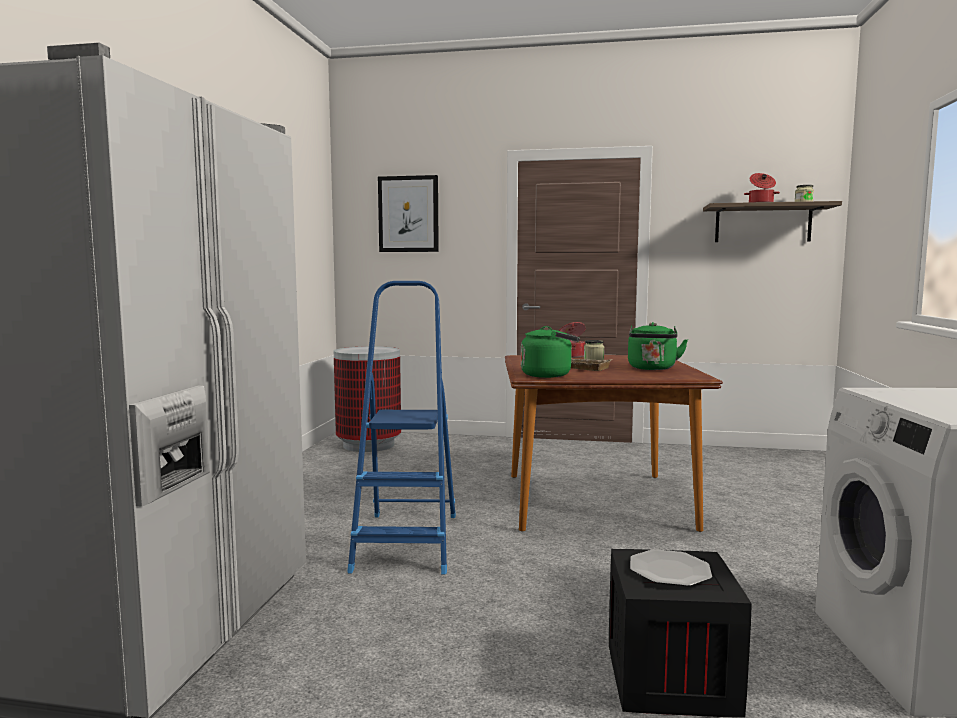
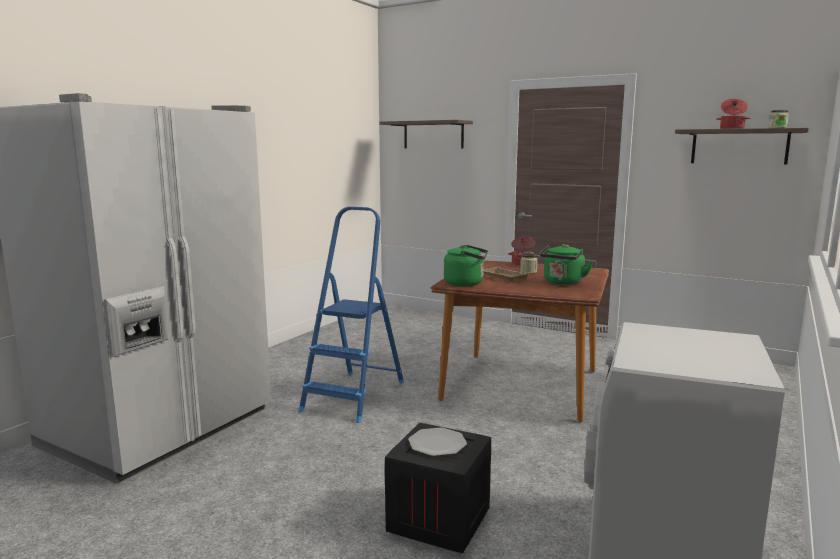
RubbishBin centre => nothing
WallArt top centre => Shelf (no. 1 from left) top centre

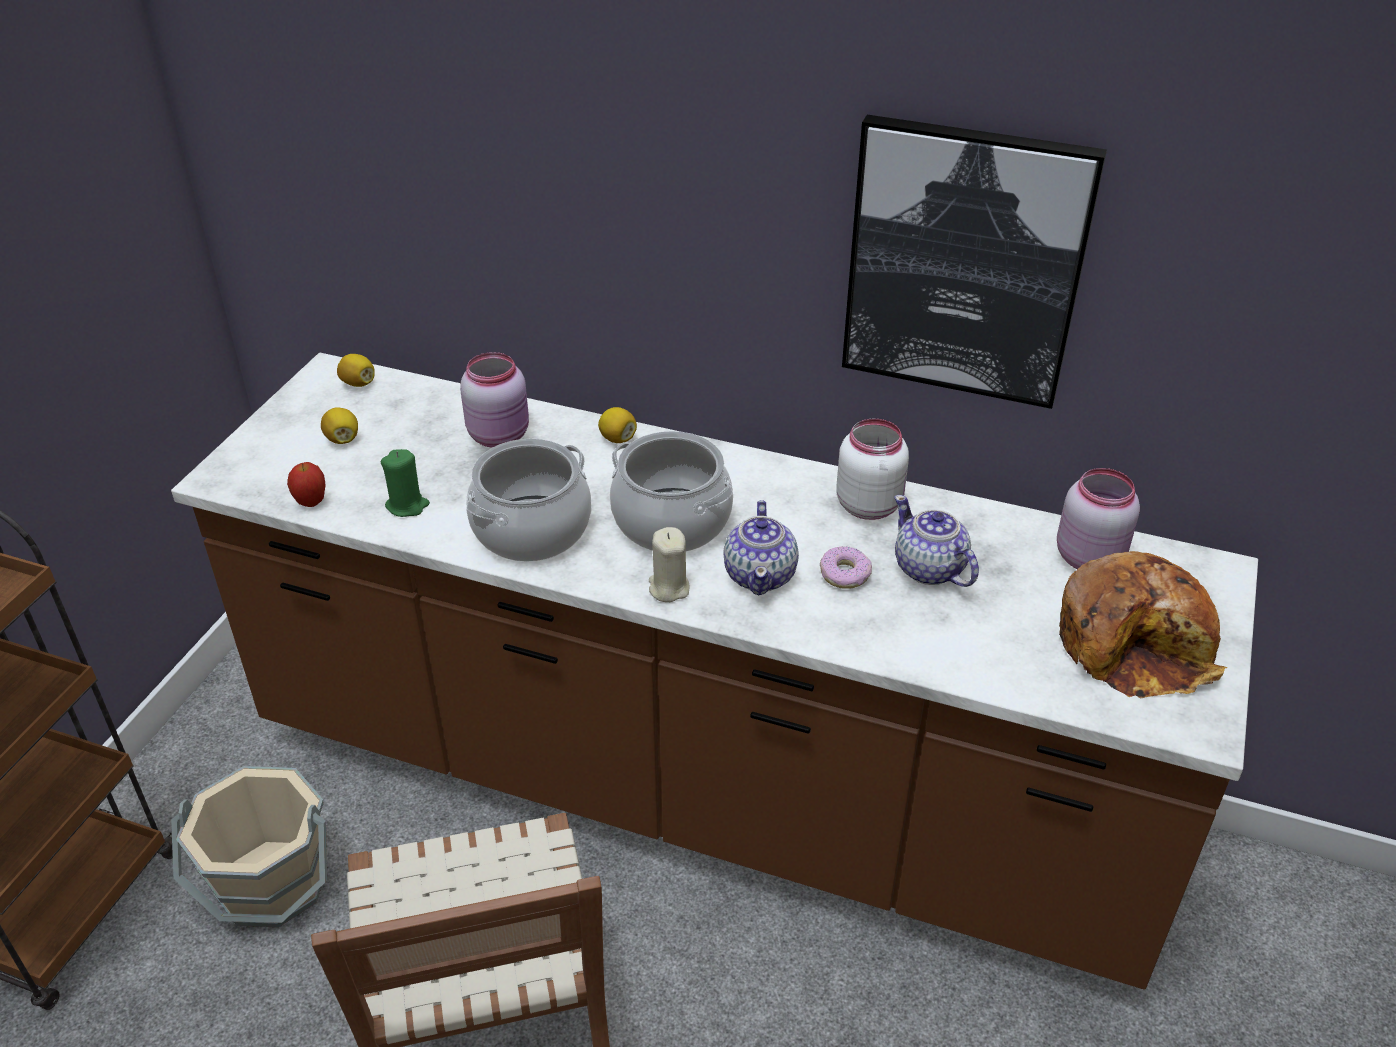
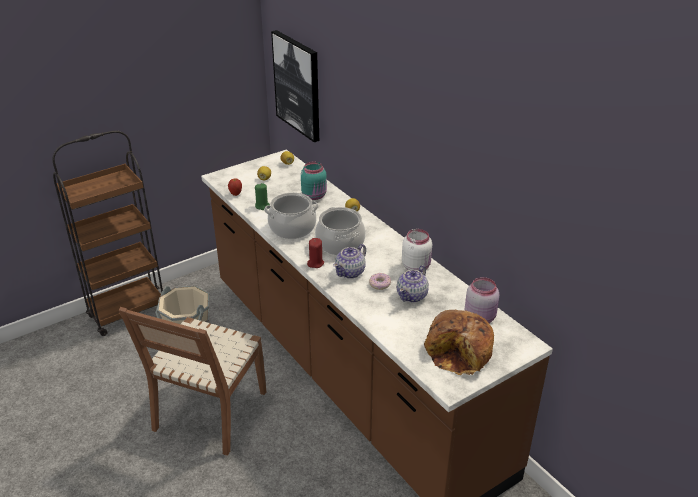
WallArt top right => WallArt top centre, relocated
PinkColouredStorageJar (no. 1 from left) centre => TurquoiseColouredStorageJar centre
BeigeColouredCandle centre => ReddishCandle centre
Teapot (no. 2 from left) middle right => Teapot (no. 2 from left) centre, 150 degrees counterclockwise

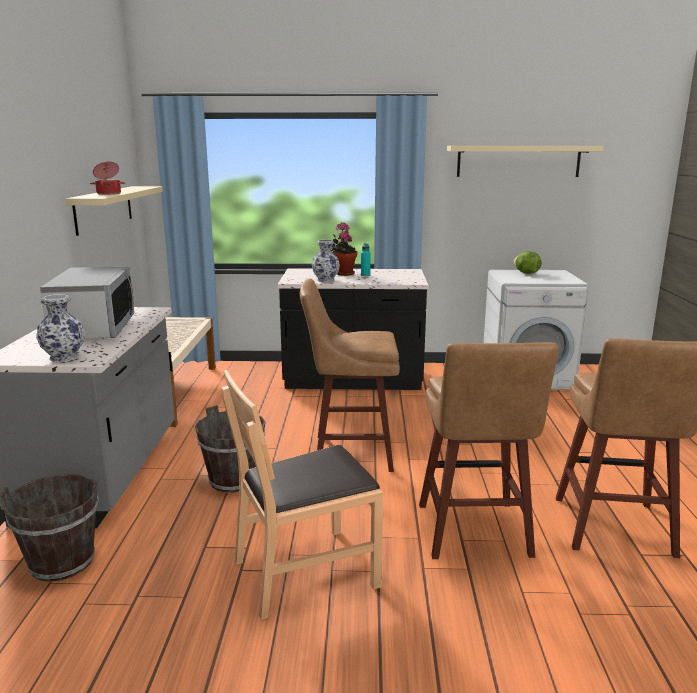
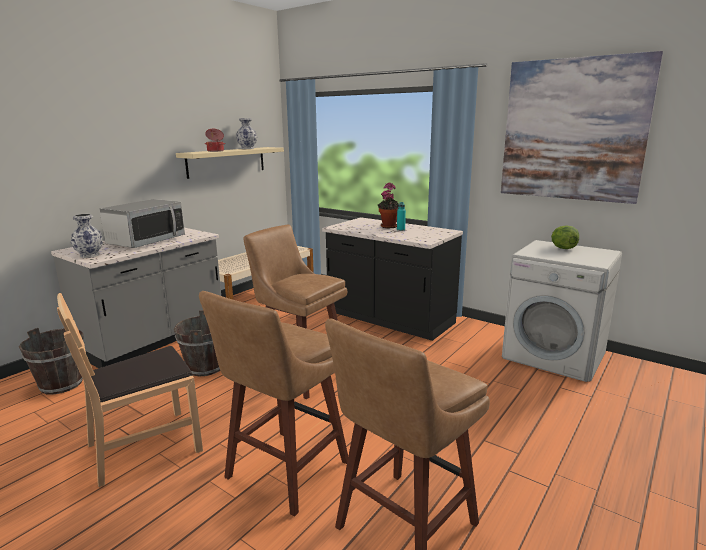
FlowerVase (no. 2 from left) centre => FlowerVase (no. 2 from left) top centre, relocated
BeigeColouredShelf (no. 2 from left) top right => WallArt top right
BrownishChair bottom centre => BrownishChair bottom left, 45 degrees counterclockwise

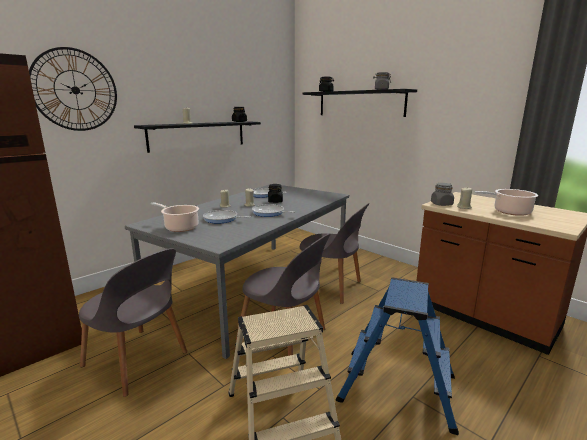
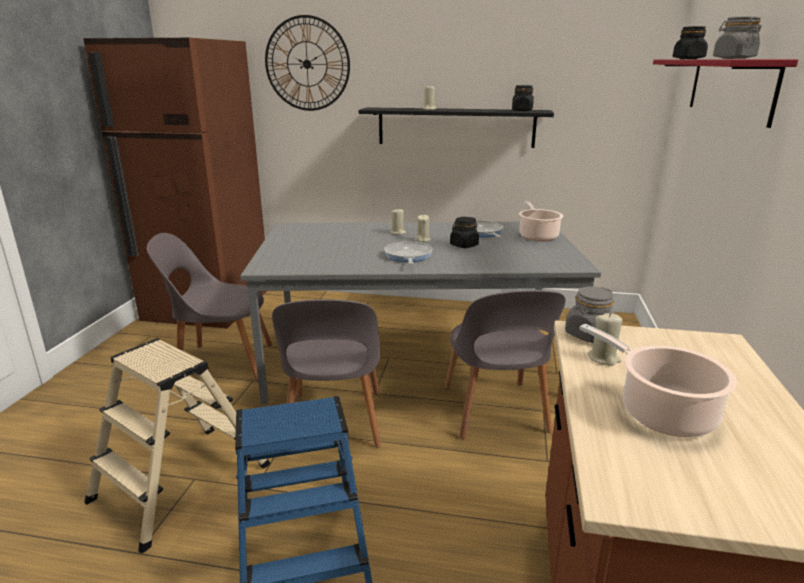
Skillet (no. 1 from left) centre => nothing
CookingPot (no. 1 from left) middle left => CookingPot (no. 1 from left) middle right, relocated
BlackColouredShelf (no. 2 from left) top centre => ReddishShelf top right
GrayChair (no. 1 from left) bottom left => GrayChair (no. 1 from left) middle left, 90 degrees clockwise

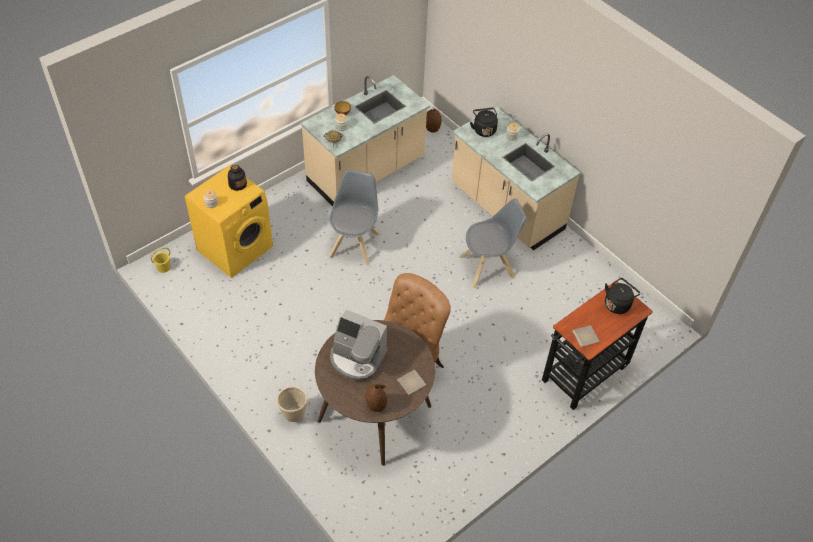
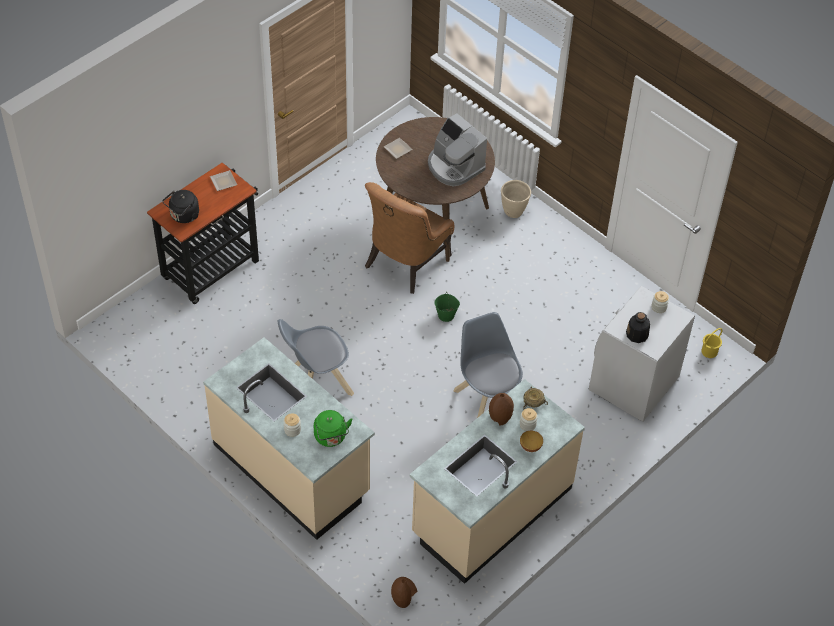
nothing => GreenColouredBucket centre
BrownishFlowerVase (no. 1 from left in the first image) bottom centre => BrownishFlowerVase (no. 2 from left) centre, relocated
YellowishLaundryAppliance middle left => WhiteLaundryAppliance middle right
BlackColouredTeaKettle (no. 1 from left) top centre => GreenColouredTeaKettle bottom centre
GrayChair (no. 1 from left in the first image) centre => GrayChair (no. 2 from left) centre, 150 degrees clockwise
CoffeeMachine centre => CoffeeMachine top centre, 150 degrees counterclockwise

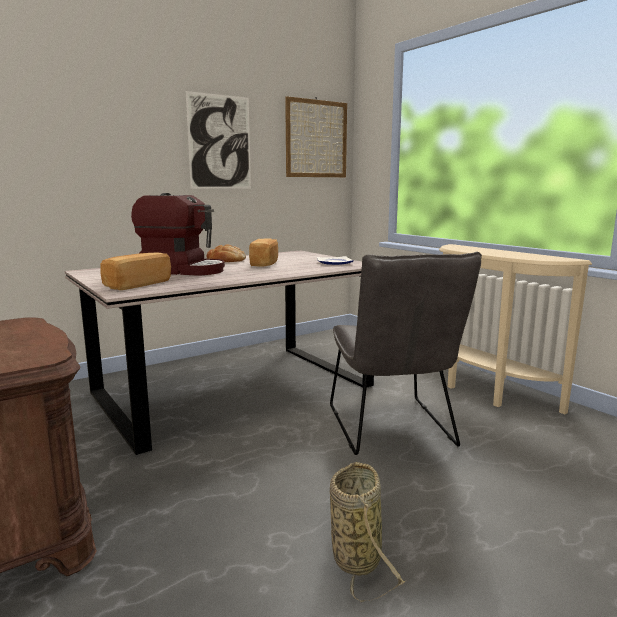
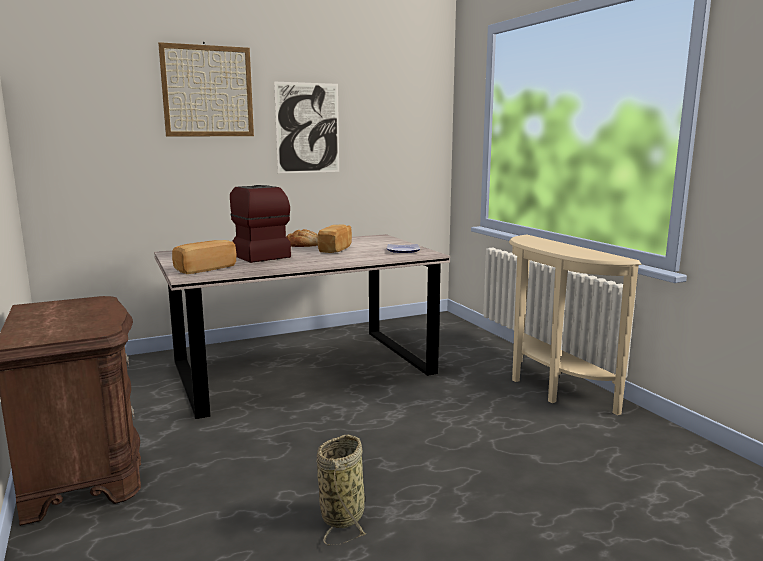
GrayChair centre => nothing
WallArt (no. 2 from left in the first image) top centre => WallArt (no. 1 from left) top left, relocated
CoffeeMachine middle left => CoffeeMachine centre, 150 degrees counterclockwise

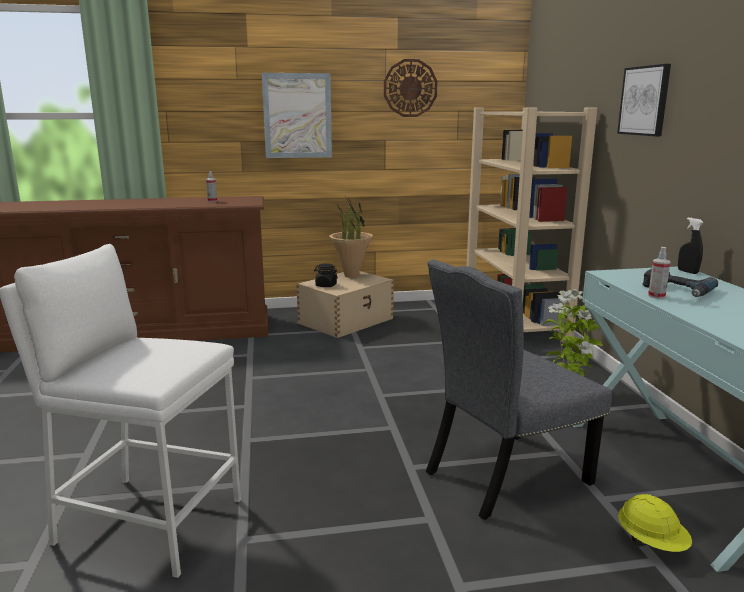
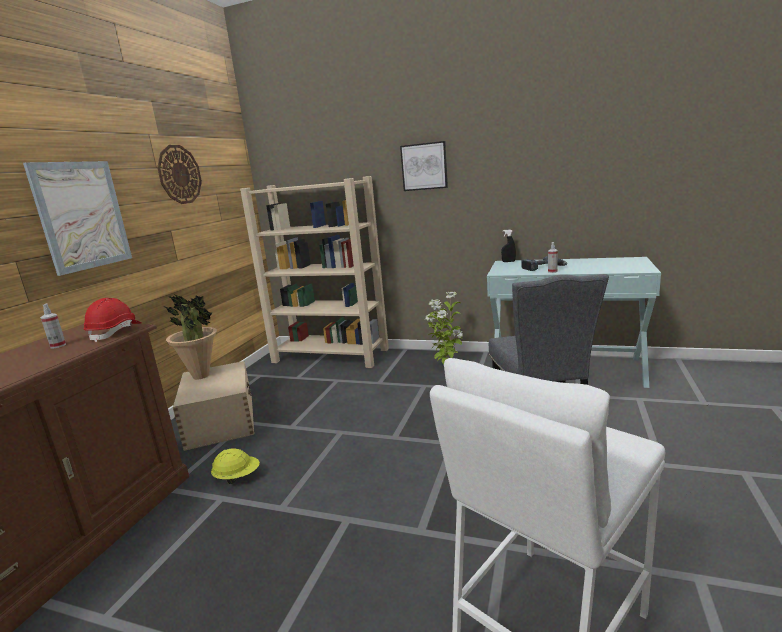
BlackColouredStorageJar centre => nothing
nothing => ReddishWorkHelmet middle left
YellowishWorkHelmet bottom right => YellowishWorkHelmet bottom left, relocated

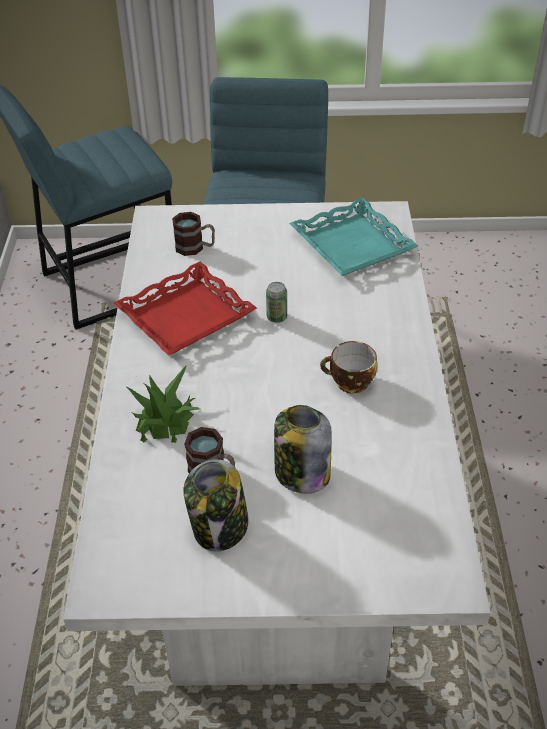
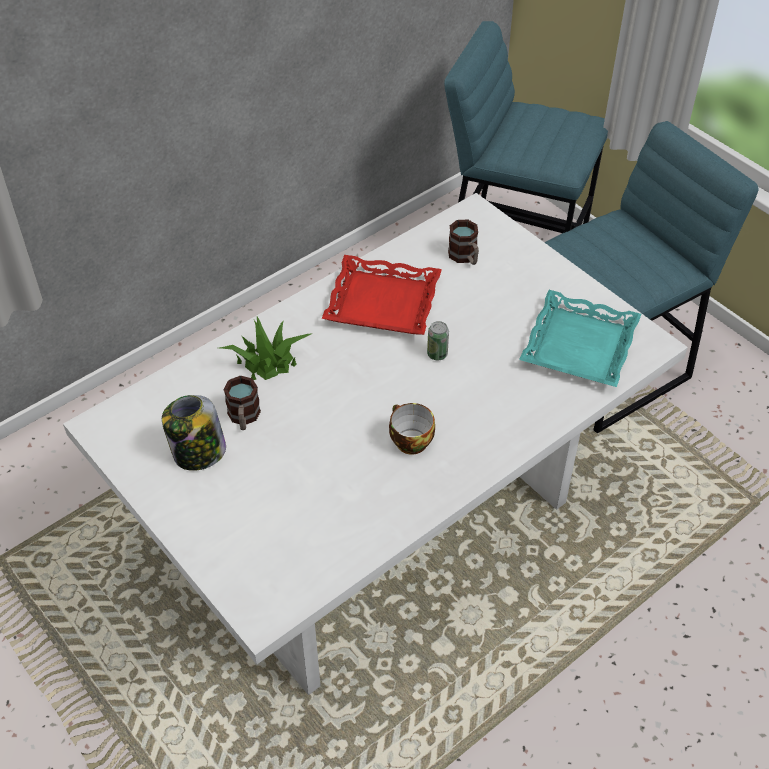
StorageJar (no. 2 from left) centre => nothing

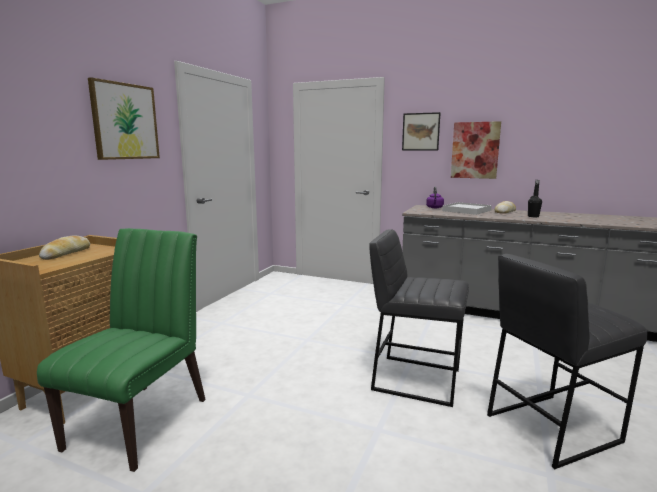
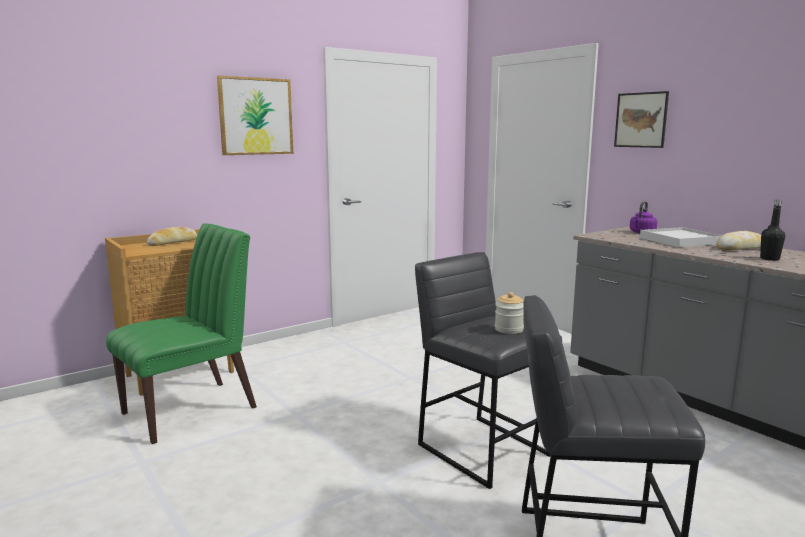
WallArt (no. 3 from left) top right => nothing
nothing => StorageJar centre

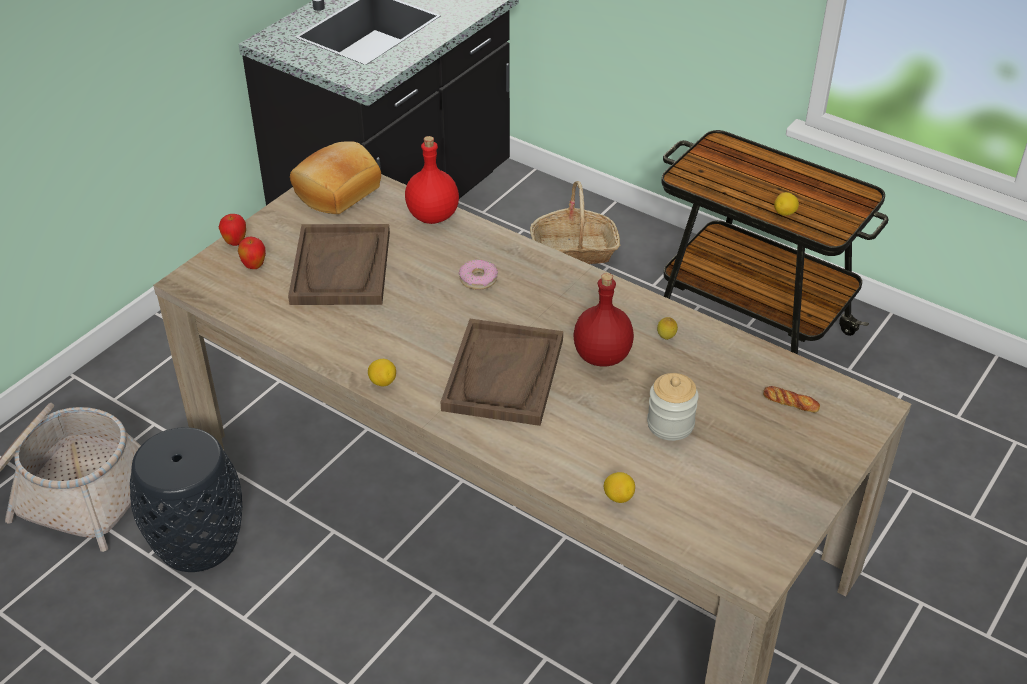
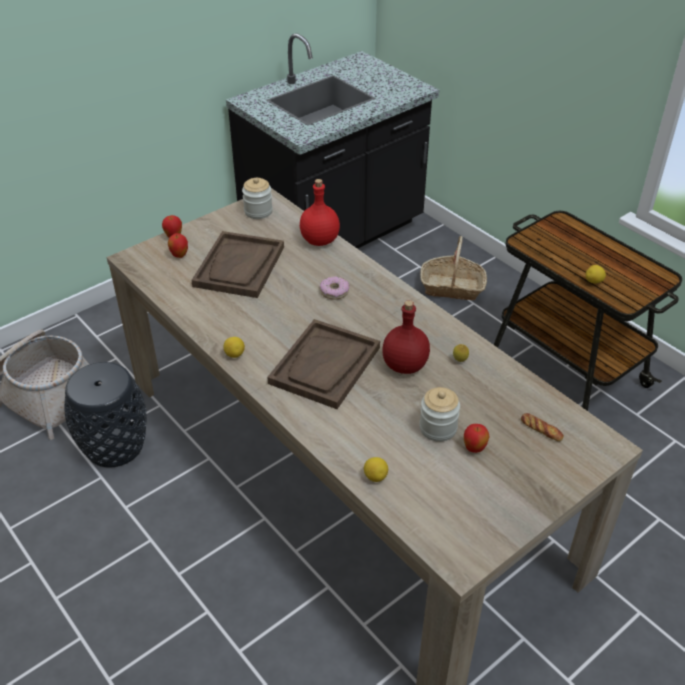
nothing => Apple (no. 3 from left) middle right
Bread (no. 1 from left) top left => StorageJar (no. 1 from left) top centre

